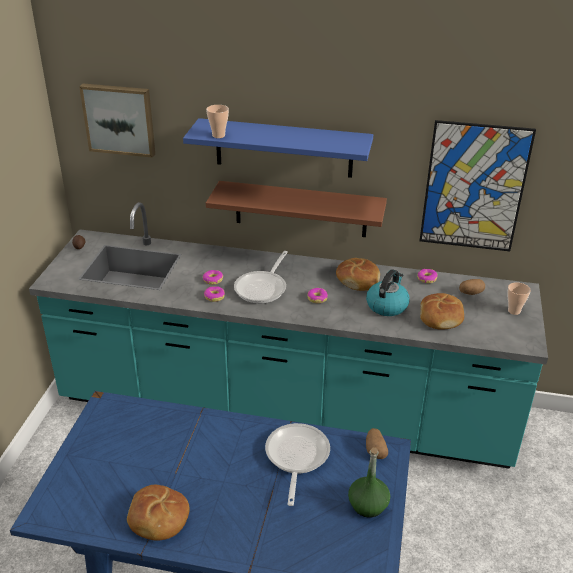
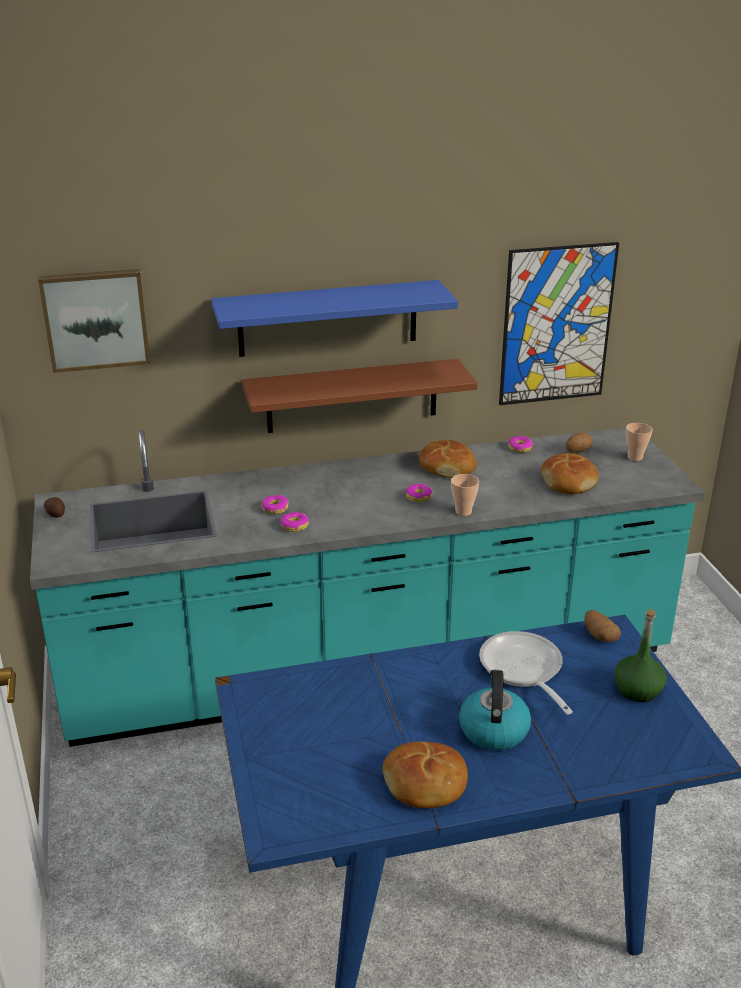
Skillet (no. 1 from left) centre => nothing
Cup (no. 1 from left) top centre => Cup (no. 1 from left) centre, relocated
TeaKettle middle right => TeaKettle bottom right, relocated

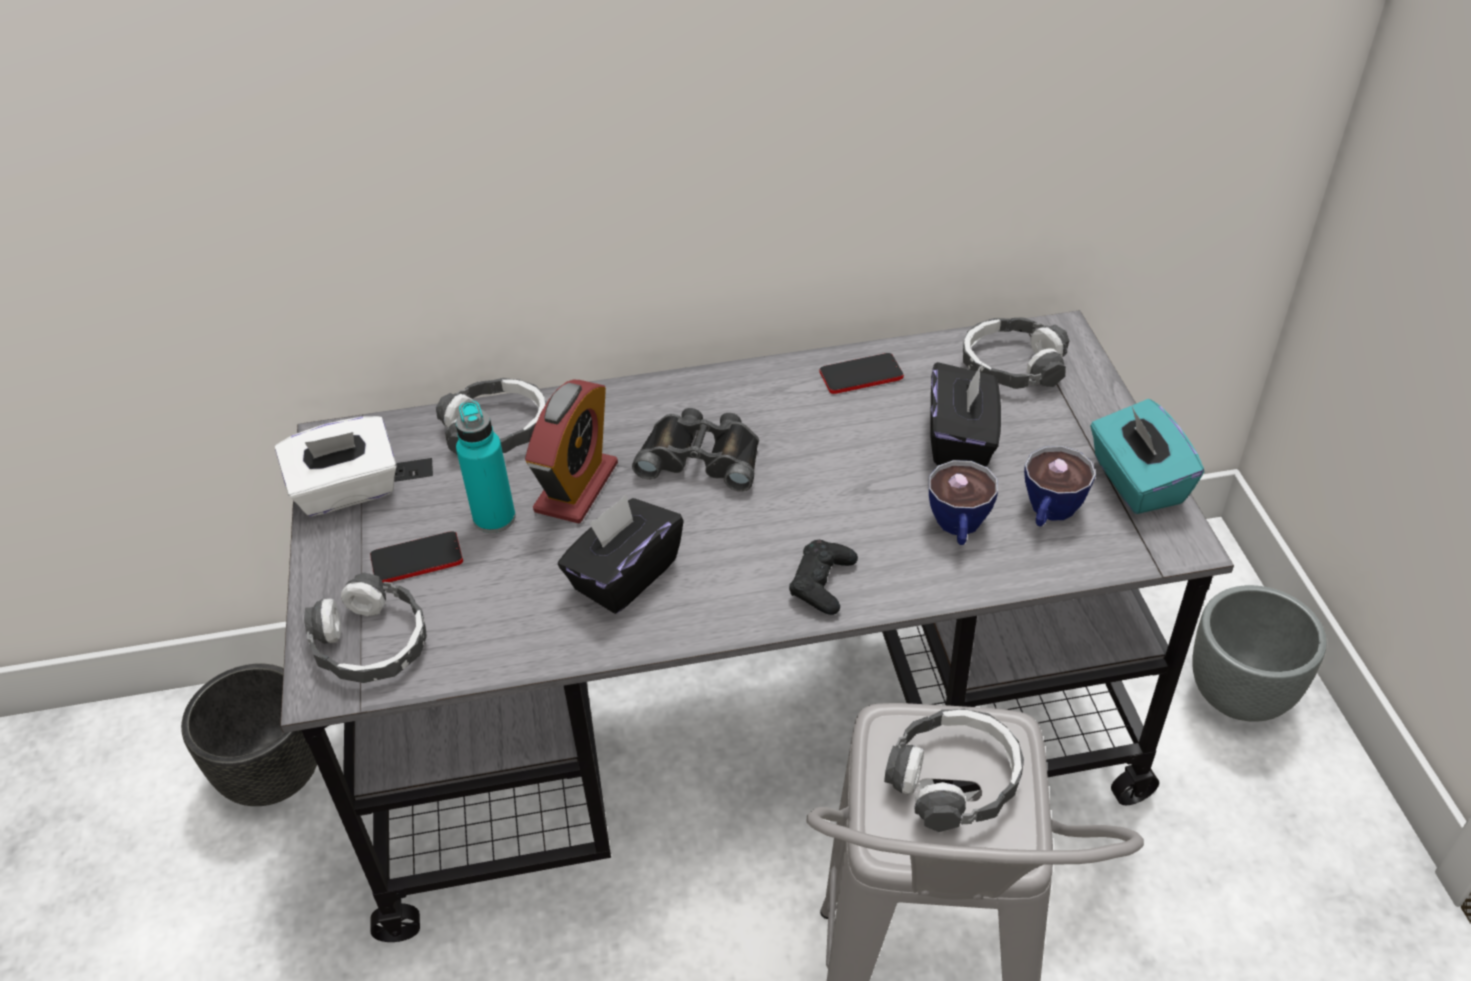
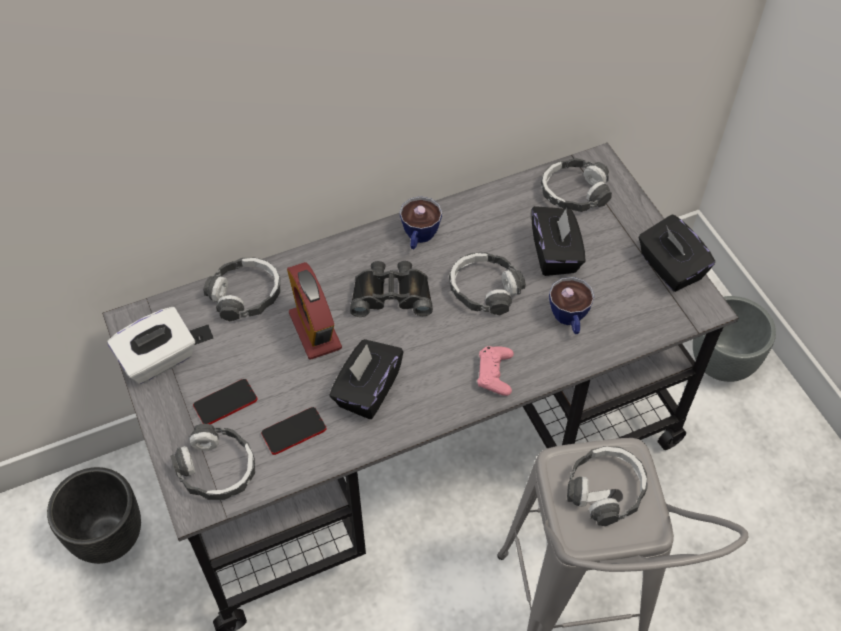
TurquoiseColouredBeverageBottle middle left => nothing
nothing => Headset (no. 3 from left) centre
Phone (no. 2 from left) centre => Phone (no. 2 from left) bottom centre, relocated
Cup (no. 2 from left in the first image) middle right => Cup (no. 1 from left) centre, relocated
BlackColouredJoypad centre => PinkColouredJoypad centre
TurquoiseColouredTissueHolder middle right => BlackColouredTissueHolder (no. 3 from left) middle right
BedsideClock centre, 150 degrees clockwise

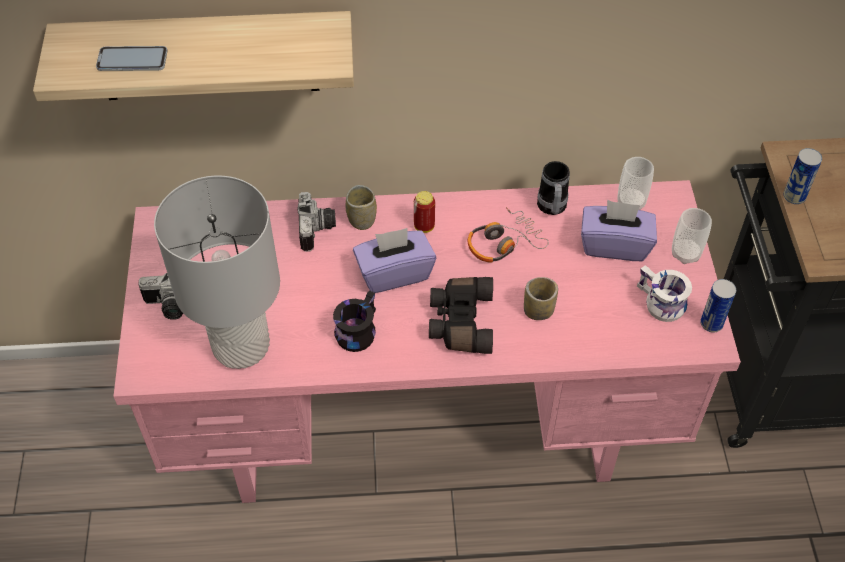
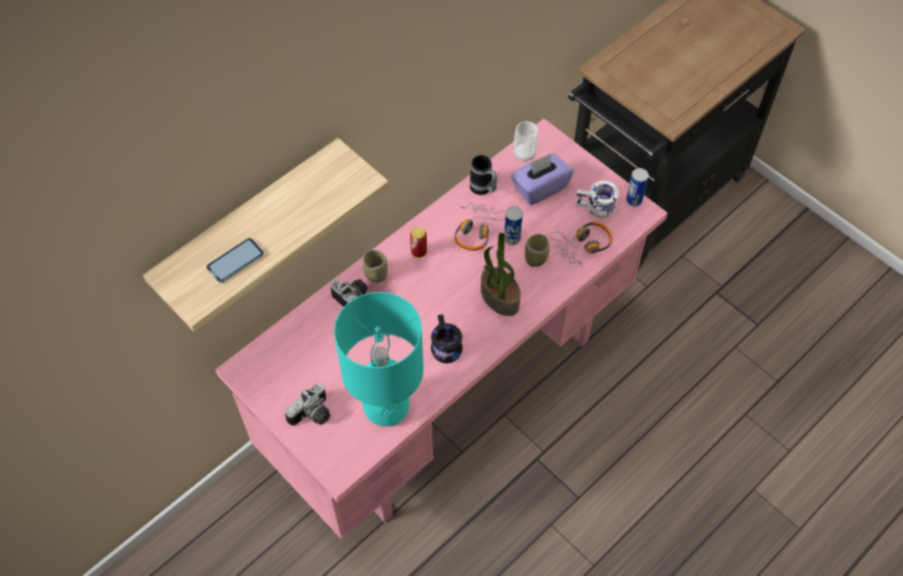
PurpleTissueHolder (no. 1 from left) centre => nothing
Cup (no. 4 from left) middle right => nothing
nothing => Headset (no. 2 from left) centre
SealedCan (no. 3 from left in the first image) top right => SealedCan (no. 2 from left) centre, relocated
BlackColouredPairOfBinoculars centre => Houseplant centre
GrayTabletopLamp middle left => TurquoiseColouredTabletopLamp centre

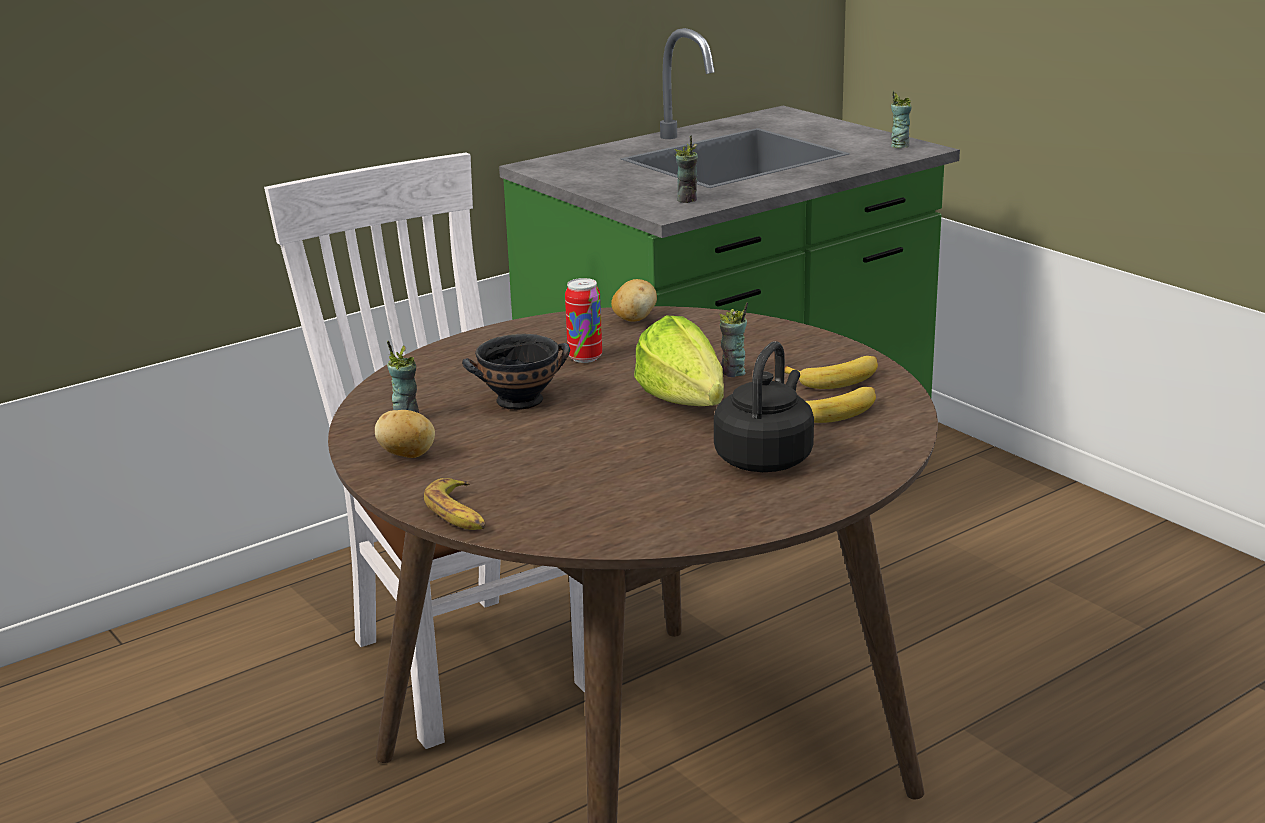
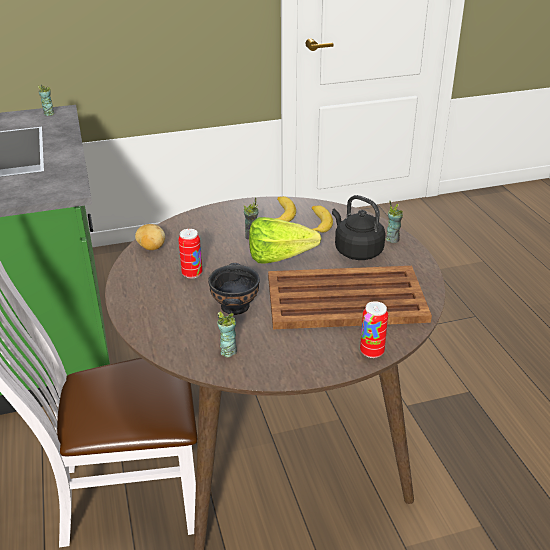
Potato (no. 1 from left) middle left => nothing
nothing => BrownishCarryingTray centre
Cup (no. 2 from left in the first image) top centre => Cup (no. 4 from left) middle right, relocated
WholeBanana (no. 1 from left) centre => SealedCan (no. 2 from left) middle right

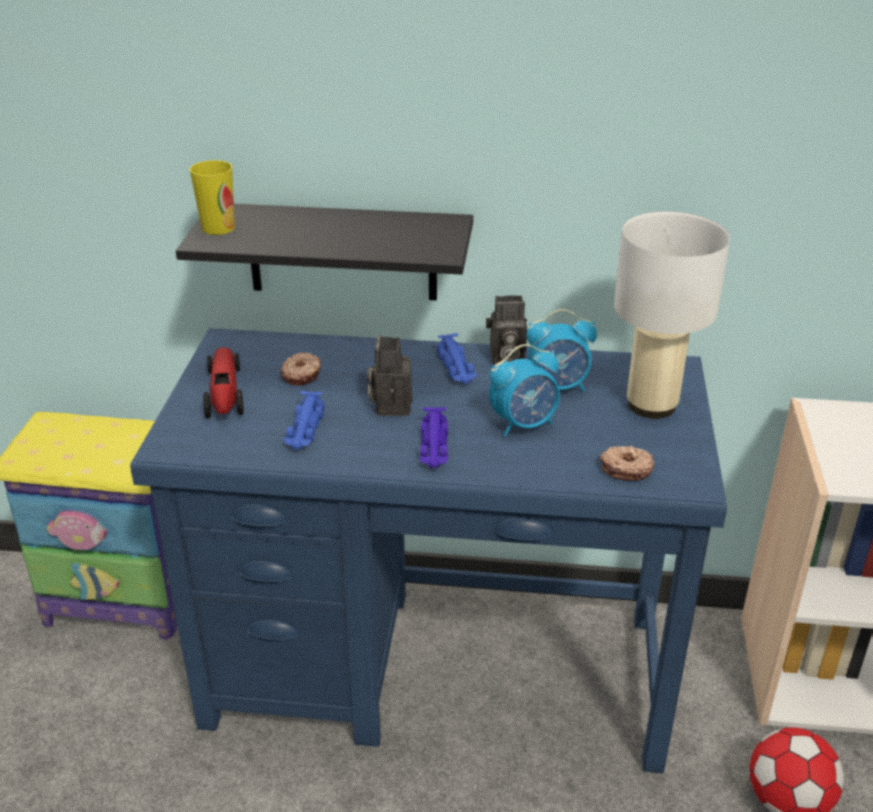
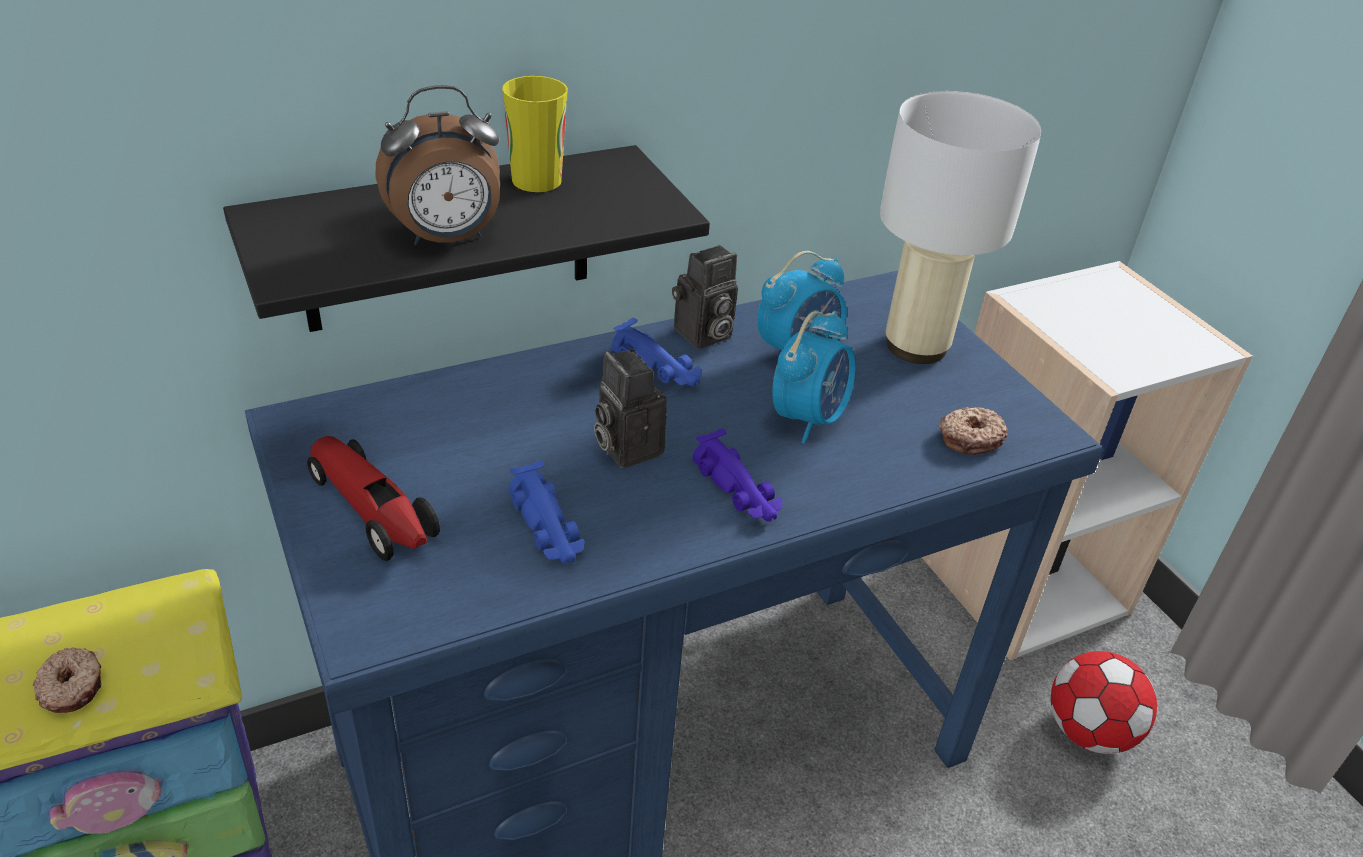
nothing => BedsideClock (no. 1 from left) top left
Cup top left => Cup top centre, relocated
Donut (no. 1 from left) centre => Donut (no. 1 from left) bottom left, relocated

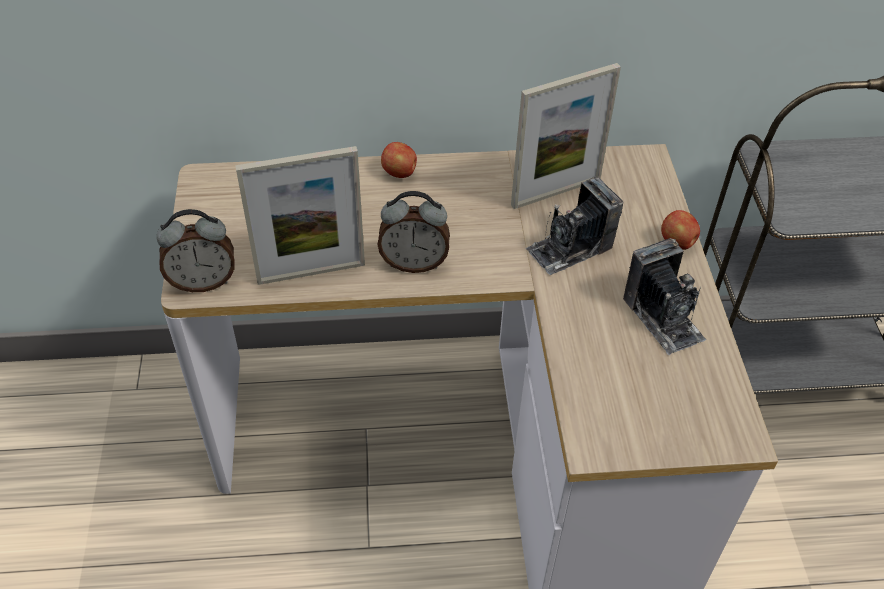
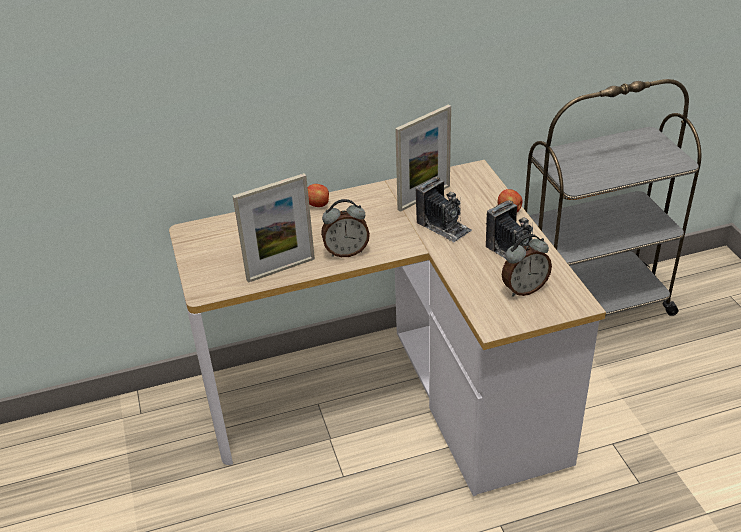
BedsideClock (no. 1 from left in the first image) middle left => BedsideClock (no. 2 from left) middle right, relocated
StillCamera (no. 1 from left) centre, 90 degrees counterclockwise

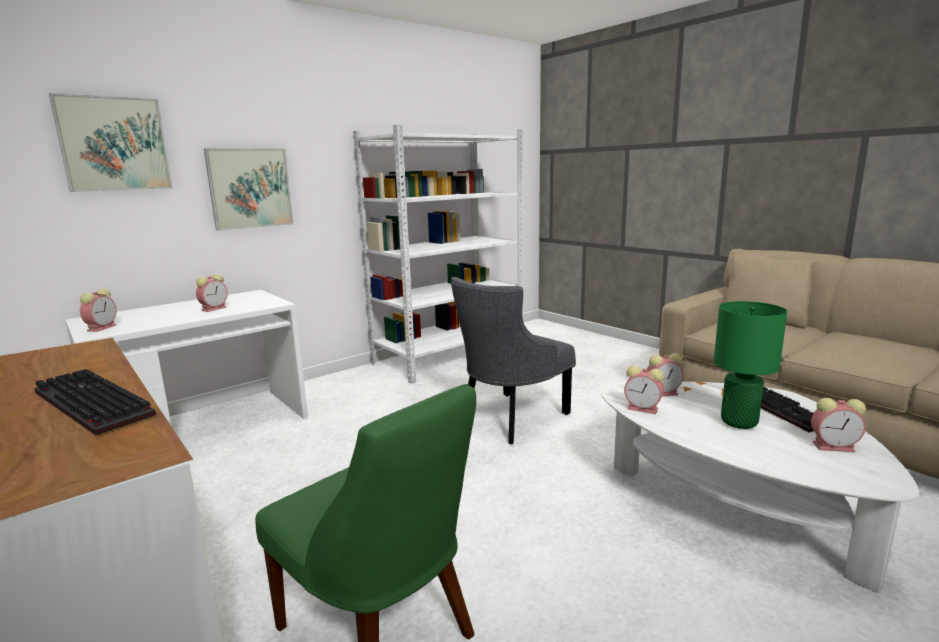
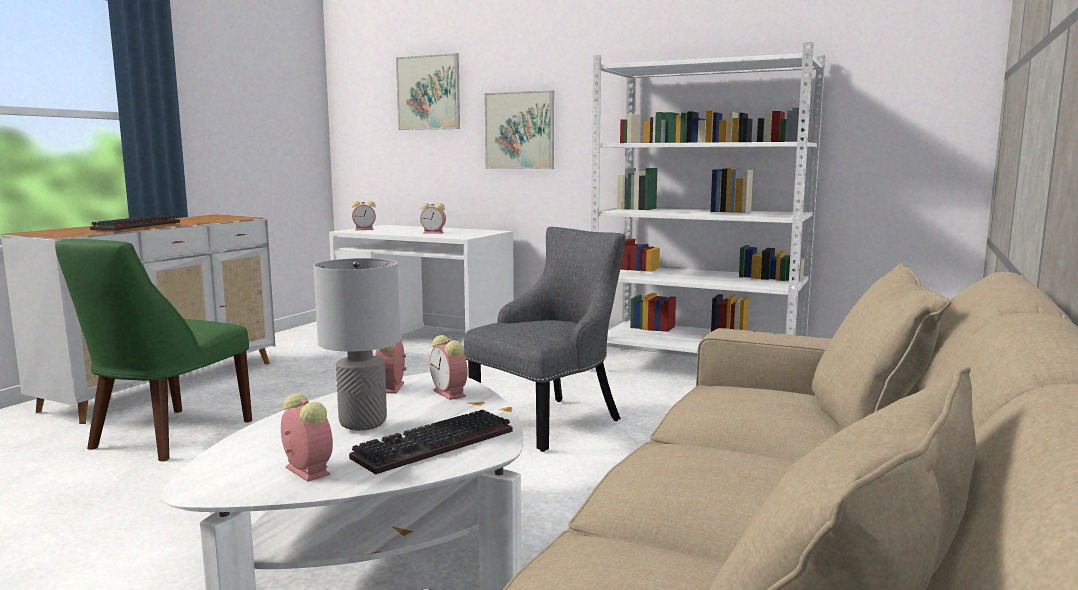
GreenColouredTabletopLamp middle right => GrayTabletopLamp middle left
GrayArmchair centre, 120 degrees clockwise
BedsideClock (no. 5 from left in the first image) middle right => BedsideClock (no. 1 from left) bottom left, 150 degrees clockwise

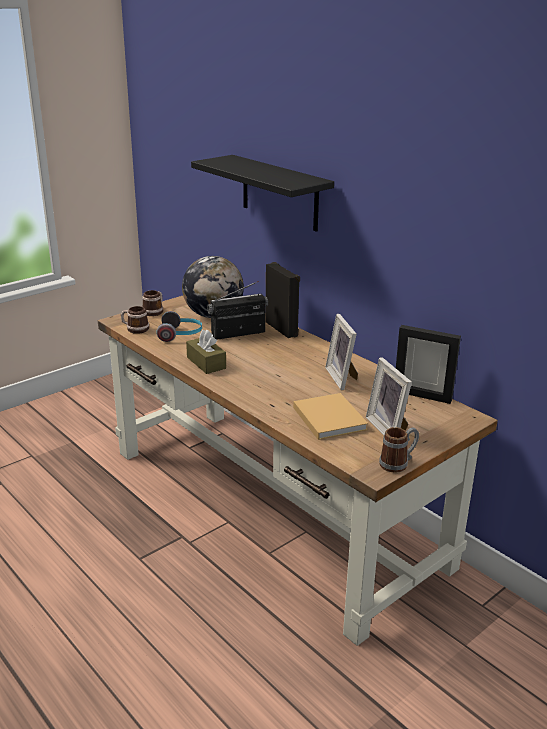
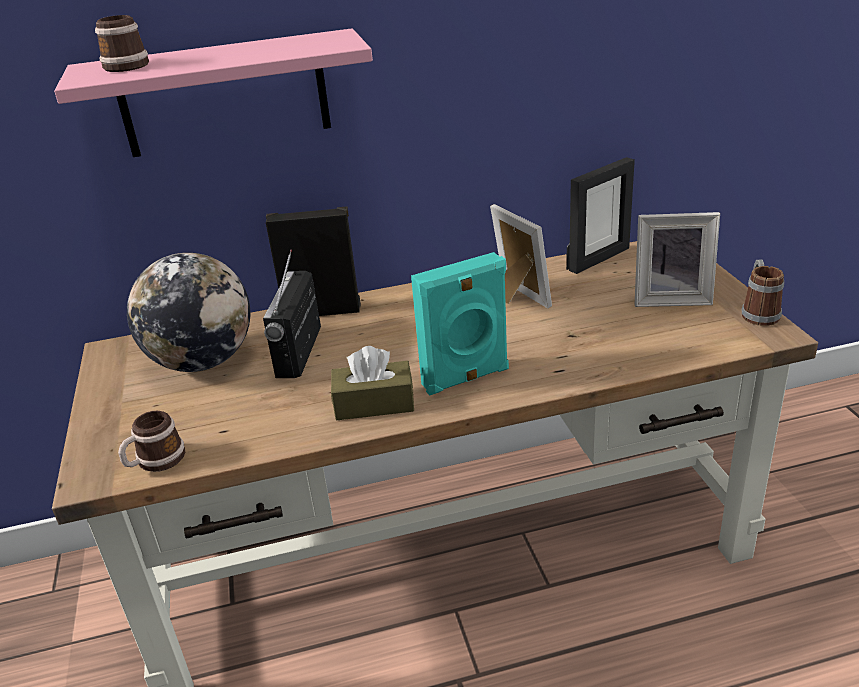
Headset middle left => nothing
BeigeColouredBook centre => nothing
nothing => TurquoiseColouredSpeaker centre
TeaMug (no. 2 from left in the first image) middle left => TeaMug (no. 1 from left) top left, relocated
BlackColouredShelf top centre => PinkColouredShelf top left
PictureFrame (no. 1 from left) centre, 135 degrees counterclockwise

